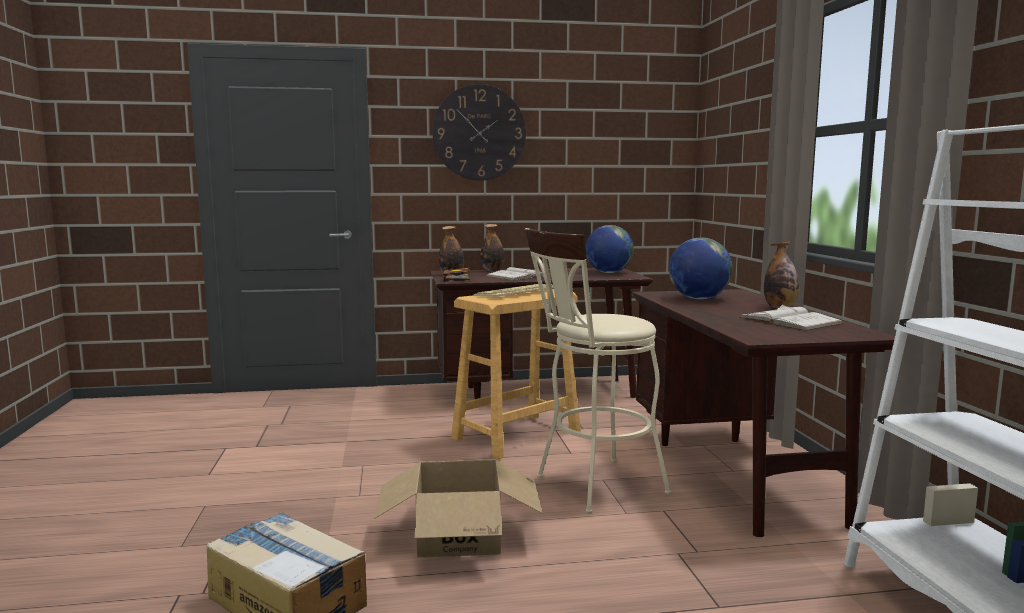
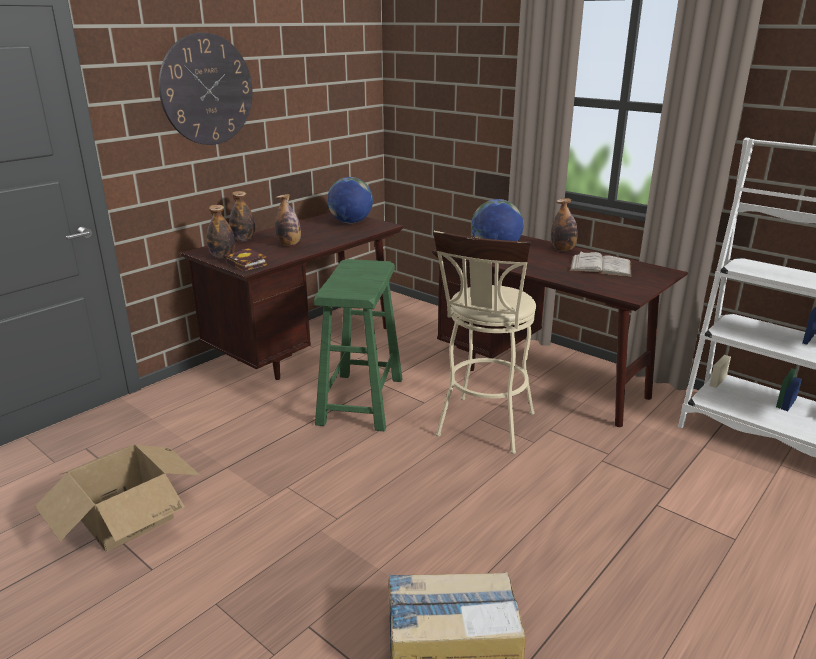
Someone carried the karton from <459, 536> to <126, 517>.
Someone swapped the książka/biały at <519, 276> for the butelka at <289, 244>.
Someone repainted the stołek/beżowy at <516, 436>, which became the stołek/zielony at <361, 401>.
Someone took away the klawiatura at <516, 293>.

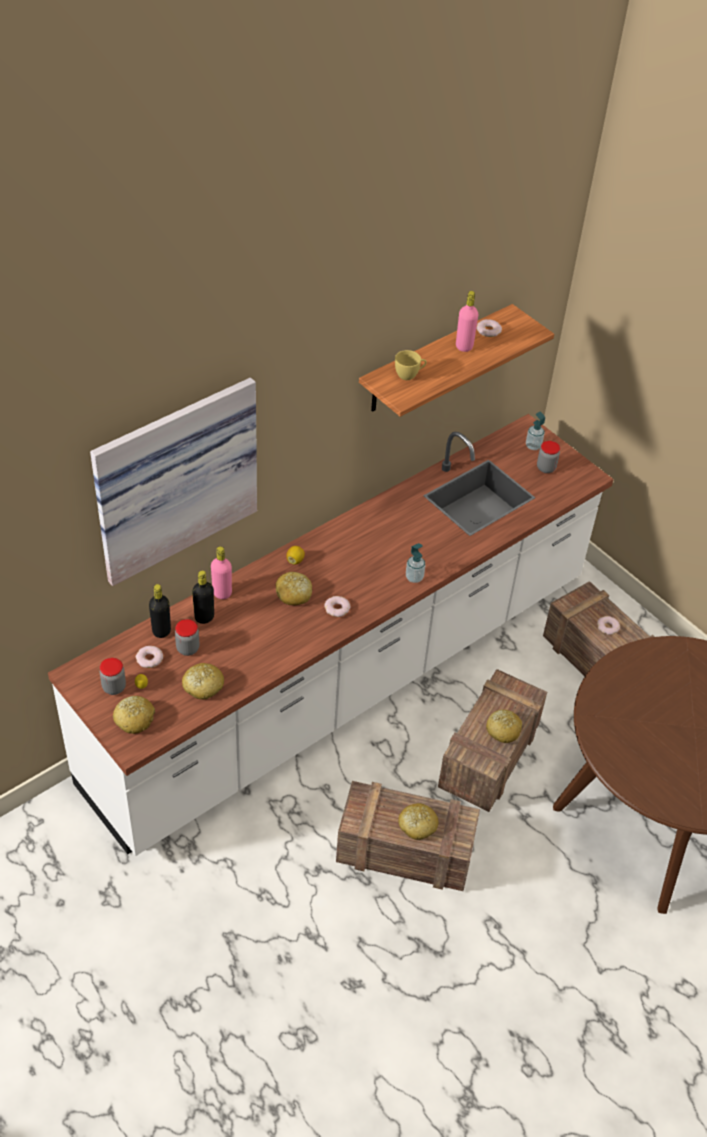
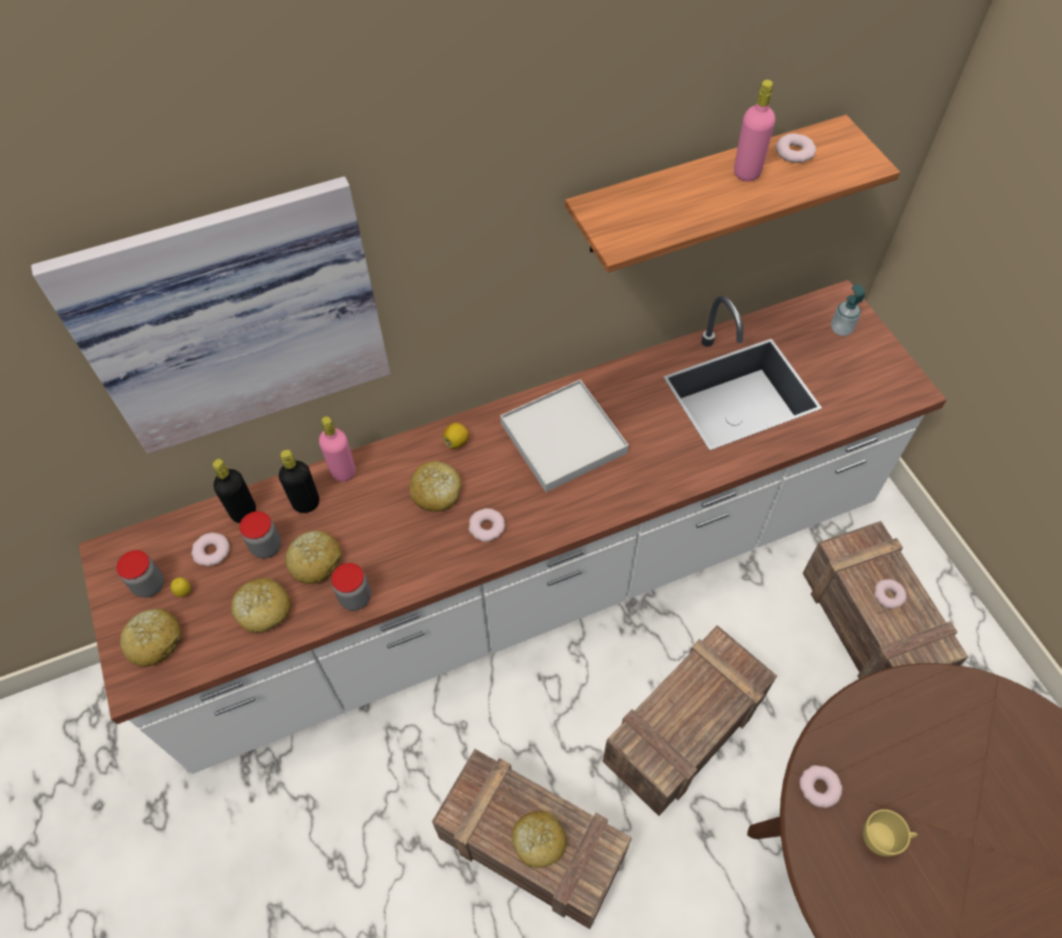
Someone carried the chleb from <503, 730> to <315, 561>.
Someone carried the słoik from <546, 468> to <355, 598>.
Someone put down the taca/biały at <563, 438>.
Someone put down the donut at <819, 787>.
Someone carried the filiżanka/żółty from <409, 375> to <882, 839>.
Someone took away the dozownik mydła at <414, 577>.

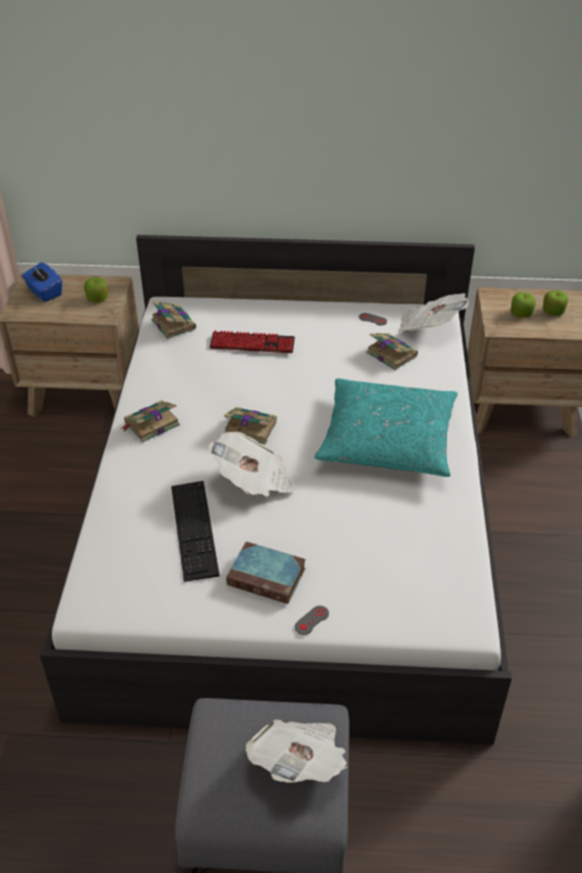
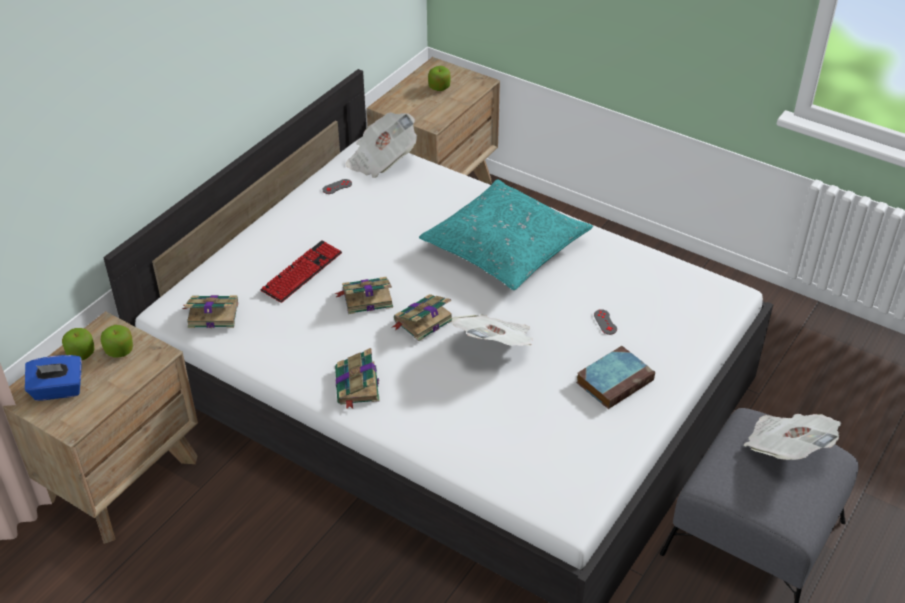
Someone carried the jabłko from <521, 314> to <81, 354>.
Someone carried the książka from <390, 354> to <366, 298>.
Someone carried the pad do gier/szary from <311, 620> to <605, 322>.
Someone took away the klawiatura at <194, 529>.

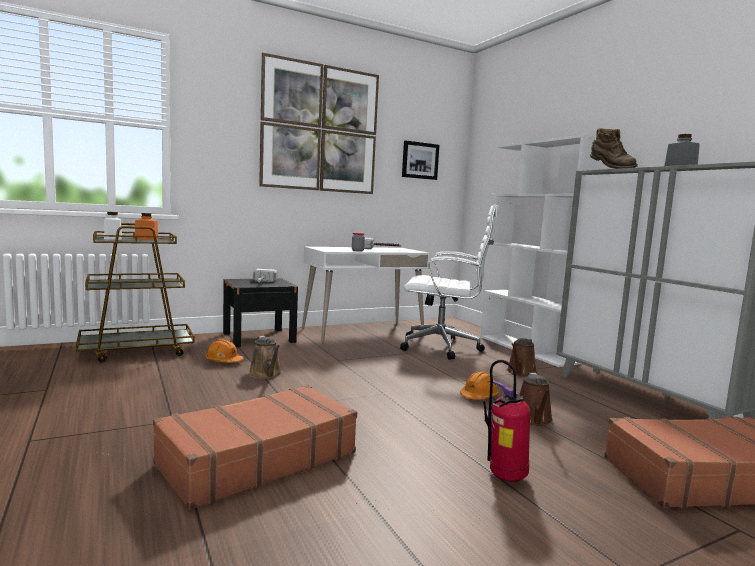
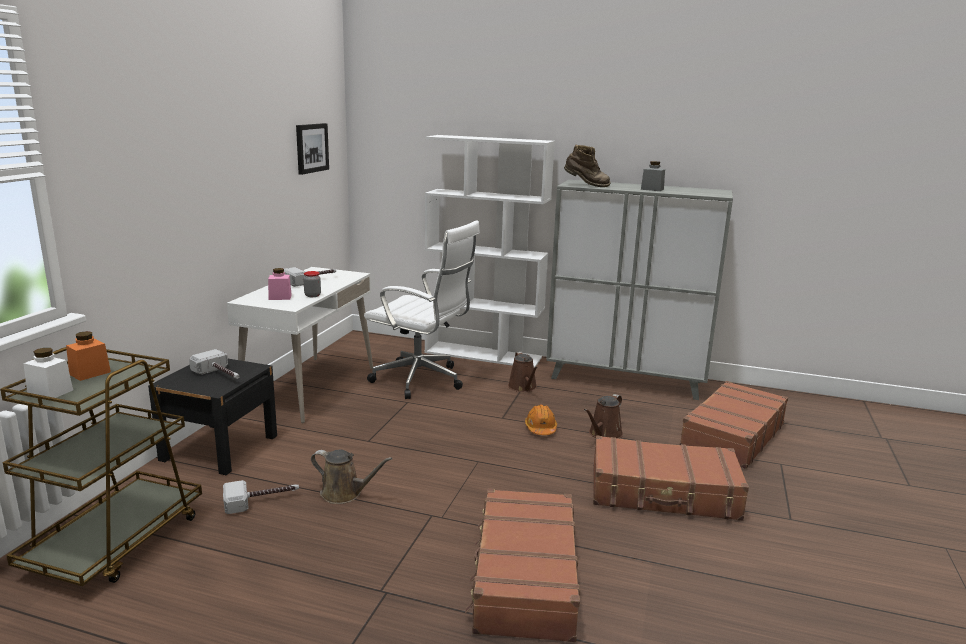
Someone swapped the kask/pomarańczowy at <223, 361> for the młotek at <262, 500>.
Someone put down the słoik/różowy at <280, 297>.
Someone rotated the krzesło biurowe/biały at <444, 347> by 60 degrees clockwise.
Someone rotated the konewka/brązowy at <533, 419> by 75 degrees clockwise.
Someone swapped the gaśnica at <504, 477> for the walizka/brązowy at <664, 493>.
Someone took away the obraz at <320, 129>.

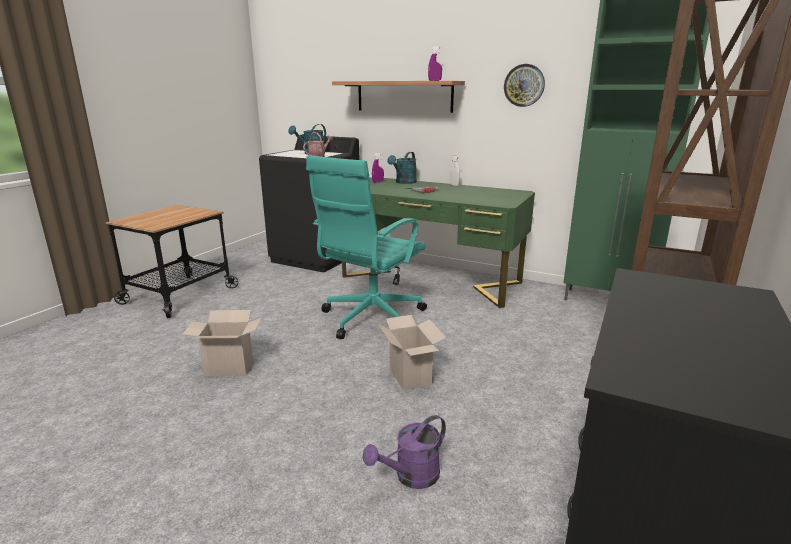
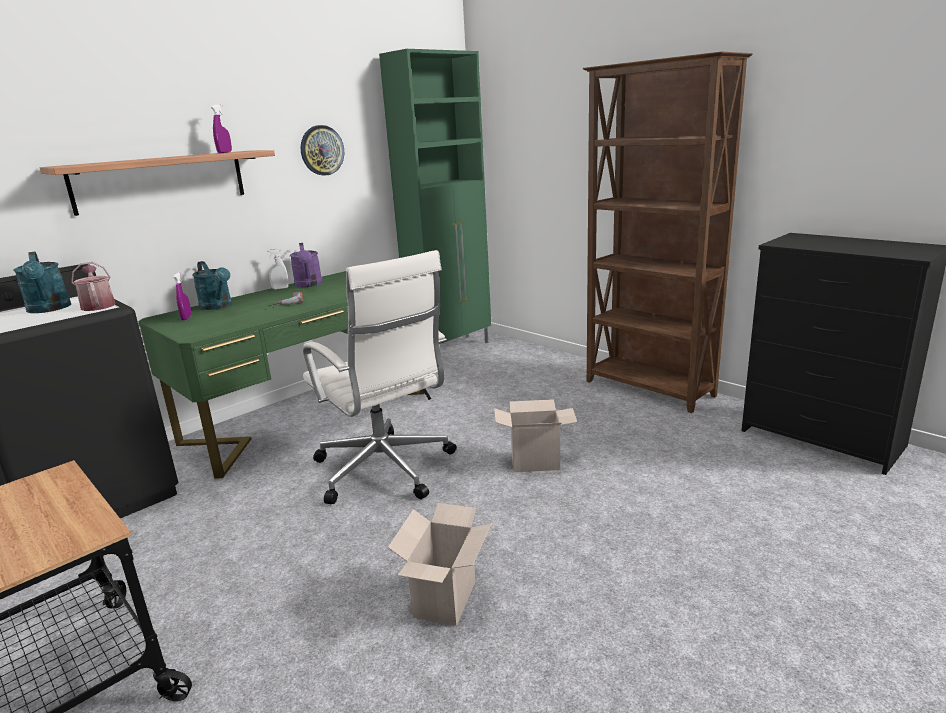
Someone carried the konewka/fioletowy from <411, 477> to <309, 285>.
Someone repainted the krzesło biurowe/turkusowy at <370, 319>, which became the krzesło biurowe/biały at <385, 470>.

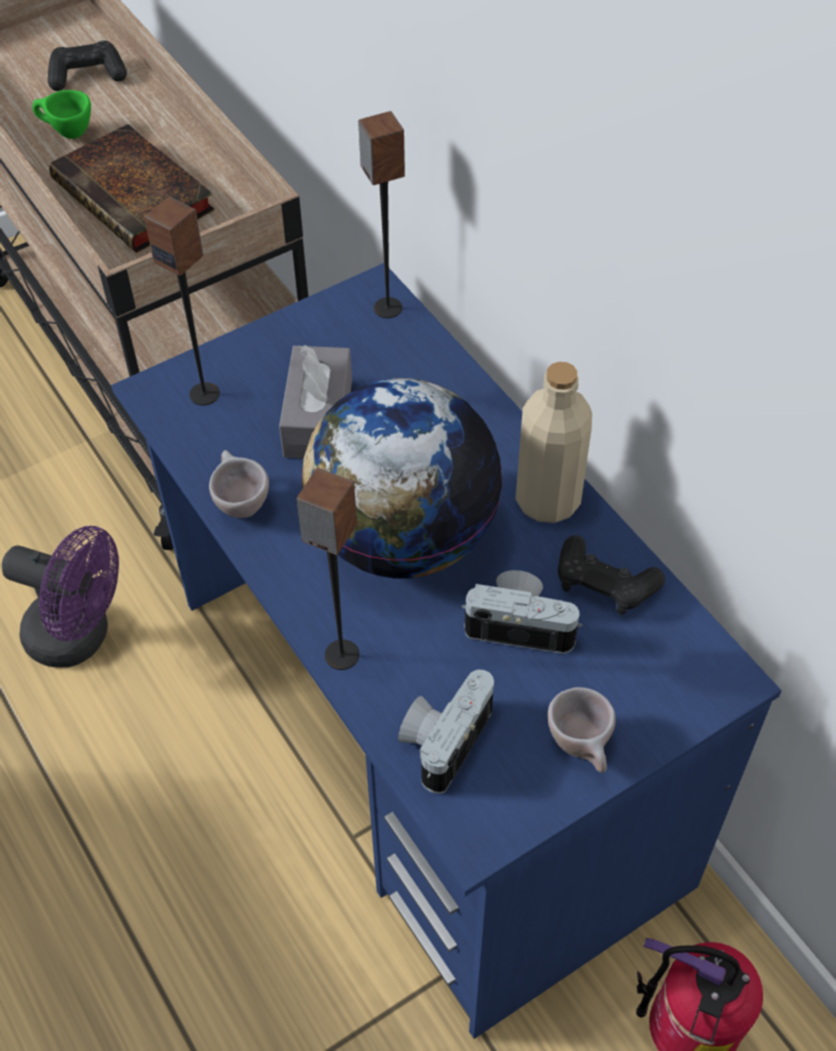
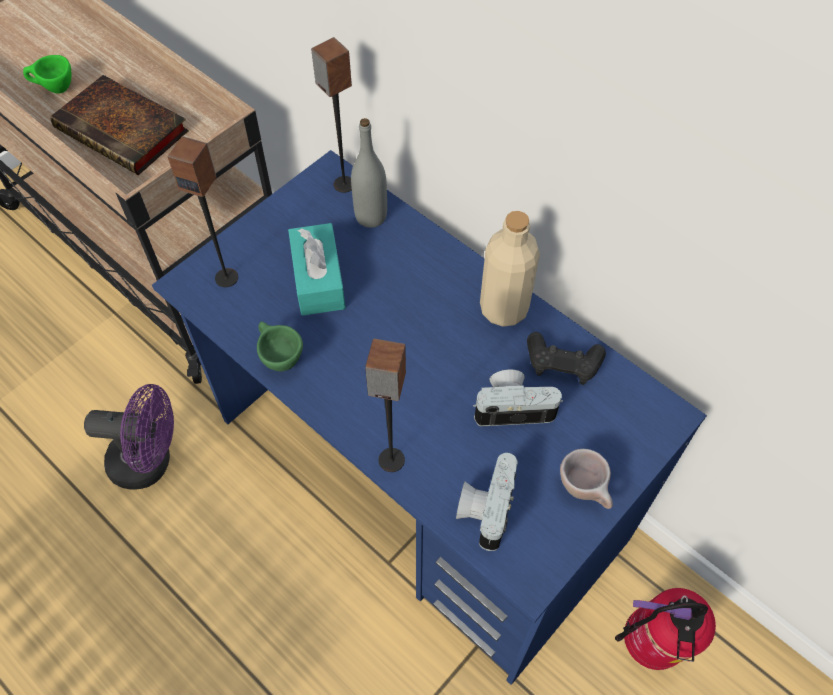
Someone repainted the filiżanka/beżowy at <239, 503>, which became the filiżanka/zielony at <279, 358>.
Someone repainted the pudełko chusteczek/szary at <318, 418>, which became the pudełko chusteczek/turkusowy at <318, 279>.
Someone put down the butelka/szary at <371, 216>.
Someone took away the pad do gier/czarny at <87, 76>.
Someone took away the globus at <402, 537>.

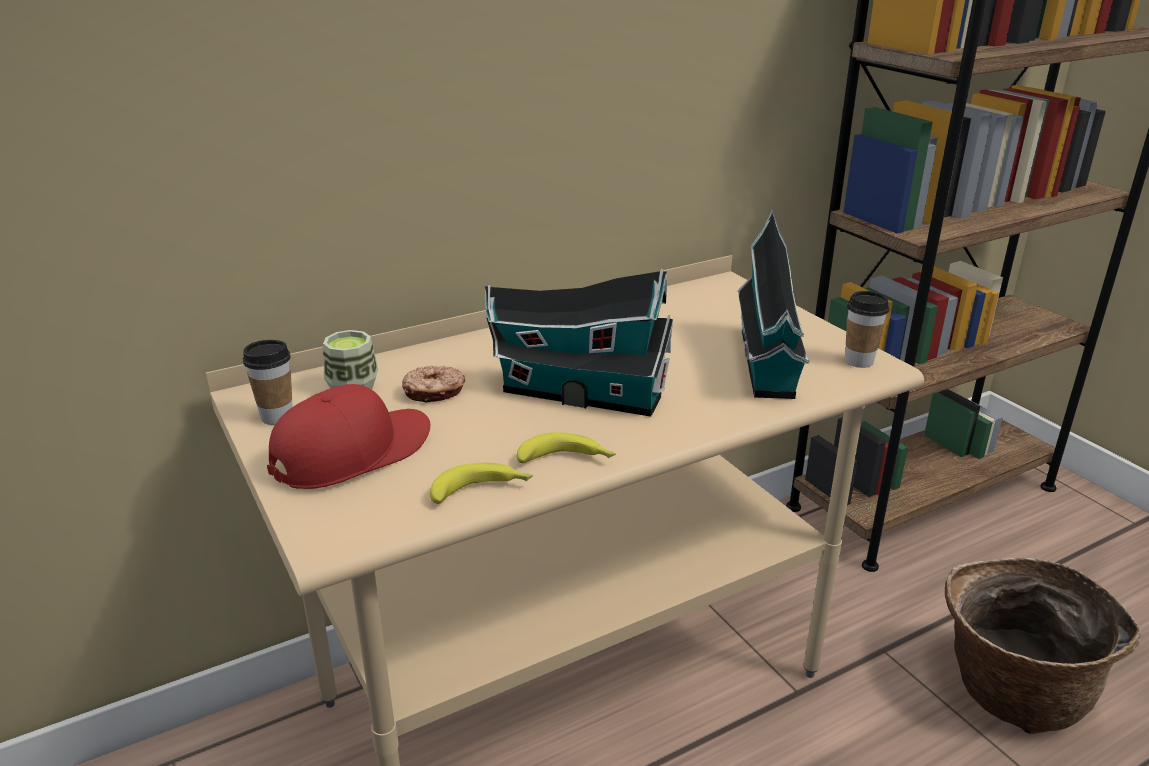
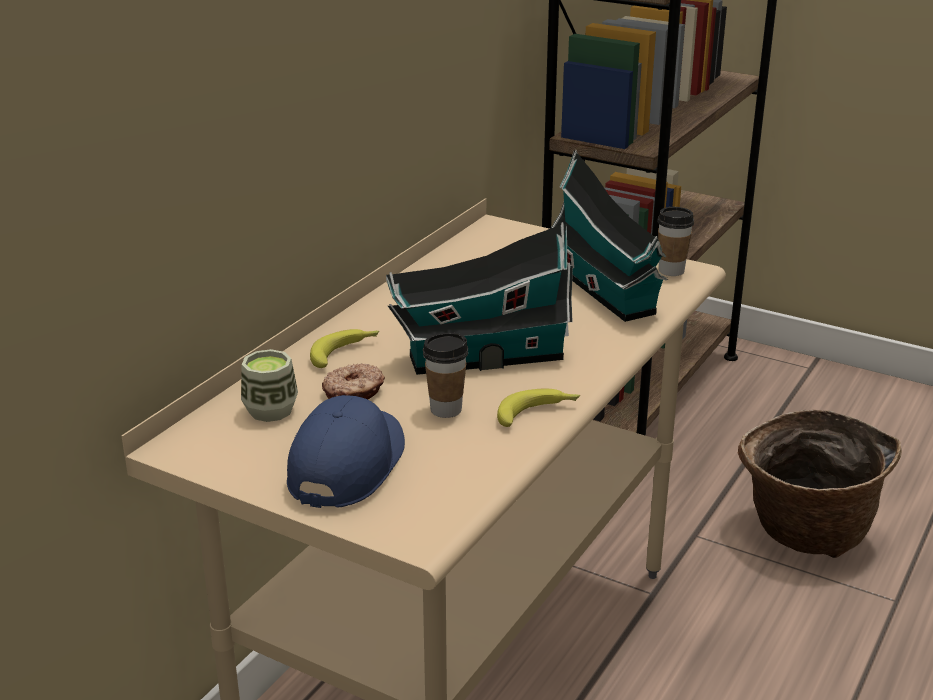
Someone repainted the czapka z daszkiem/czerwony at <352, 452>, which became the czapka z daszkiem/niebieski at <347, 464>.
Someone carried the banan from <482, 491> to <345, 353>.
Someone carried the filiżanka from <277, 417> to <446, 409>.

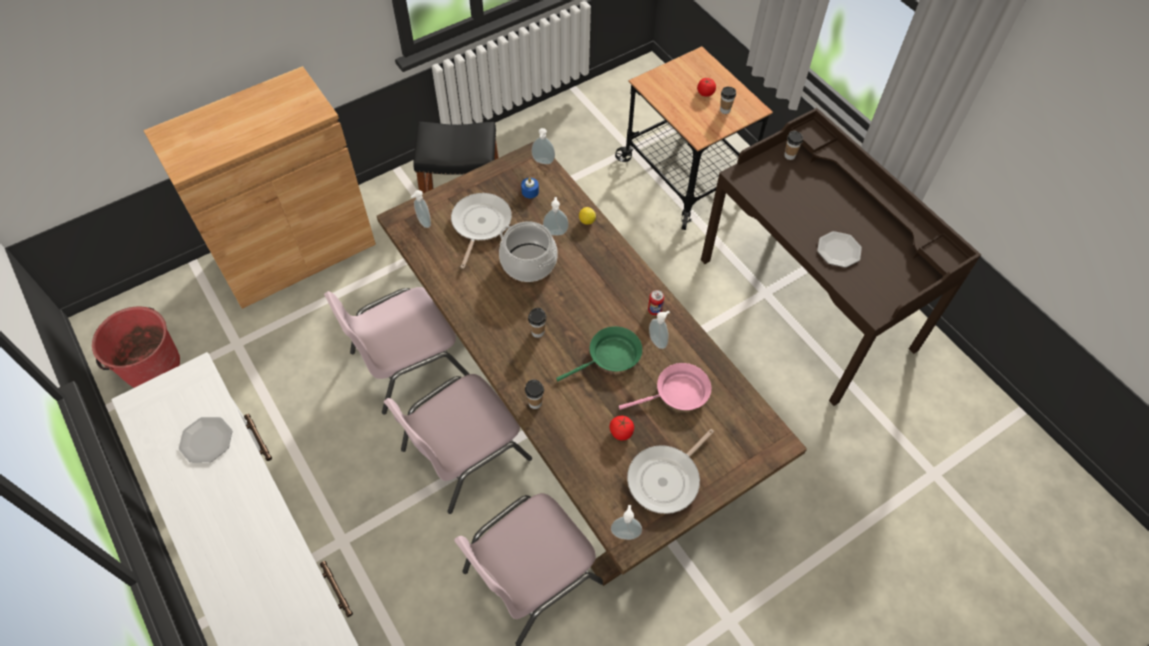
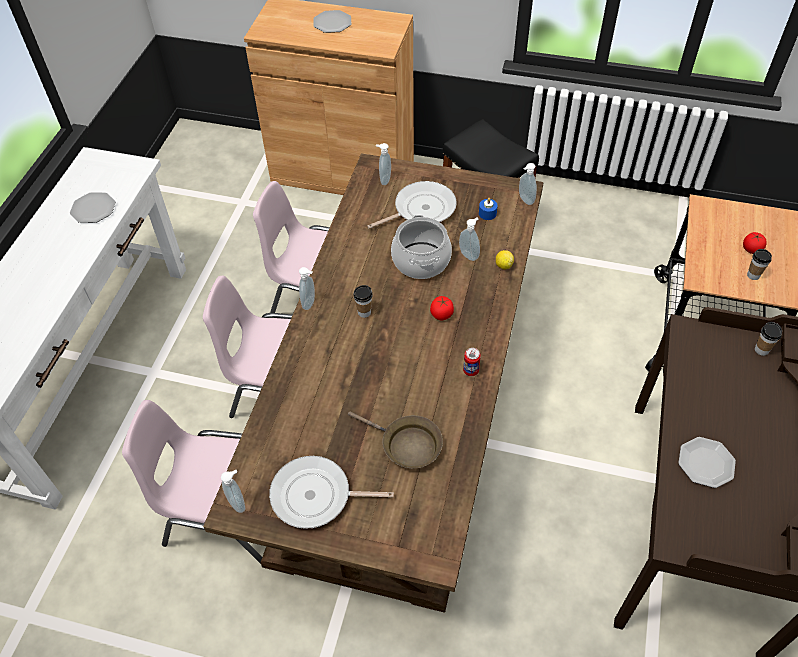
Someone carried the dozownik mydła from <658, 341> to <310, 303>.
Someone put down the talerz at <332, 23>.
Someone repainted the patelnia/różowy at <677, 393>, which became the patelnia/brązowy at <407, 445>.
Someone carried the pomidor from <621, 432> to <441, 314>.
Someone took away the wiadro/czerwony at <151, 366>.
Someone took away the filiżanka at <535, 403>.
Someone took away the patelnia/zielony at <610, 357>.

